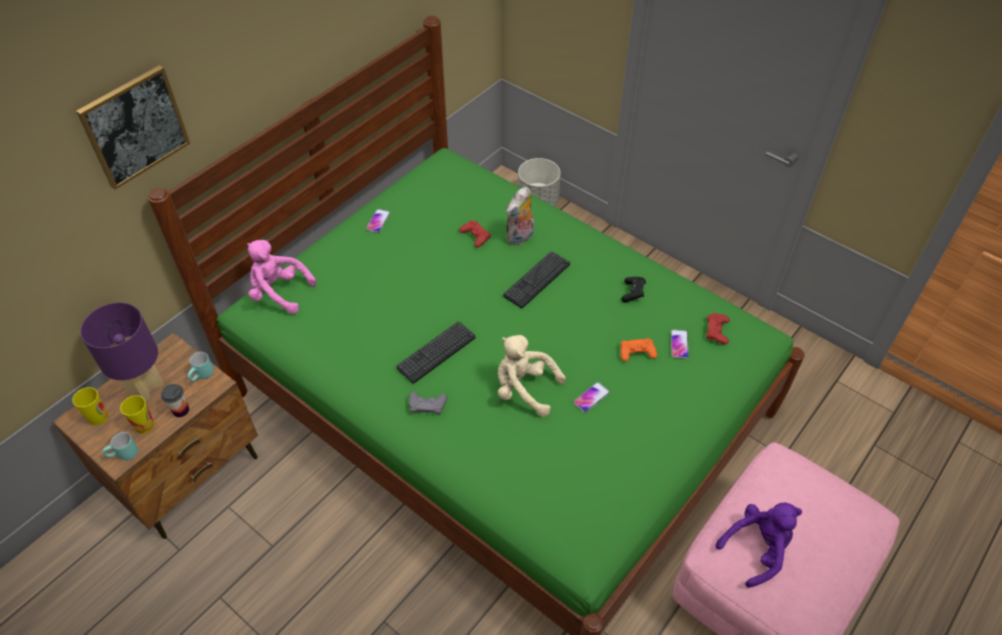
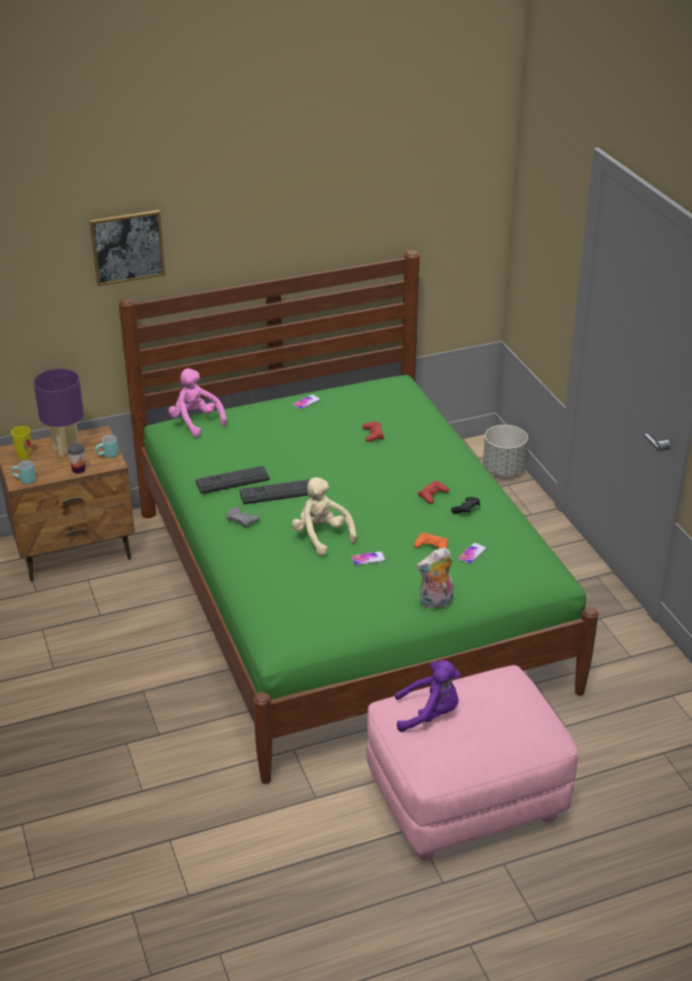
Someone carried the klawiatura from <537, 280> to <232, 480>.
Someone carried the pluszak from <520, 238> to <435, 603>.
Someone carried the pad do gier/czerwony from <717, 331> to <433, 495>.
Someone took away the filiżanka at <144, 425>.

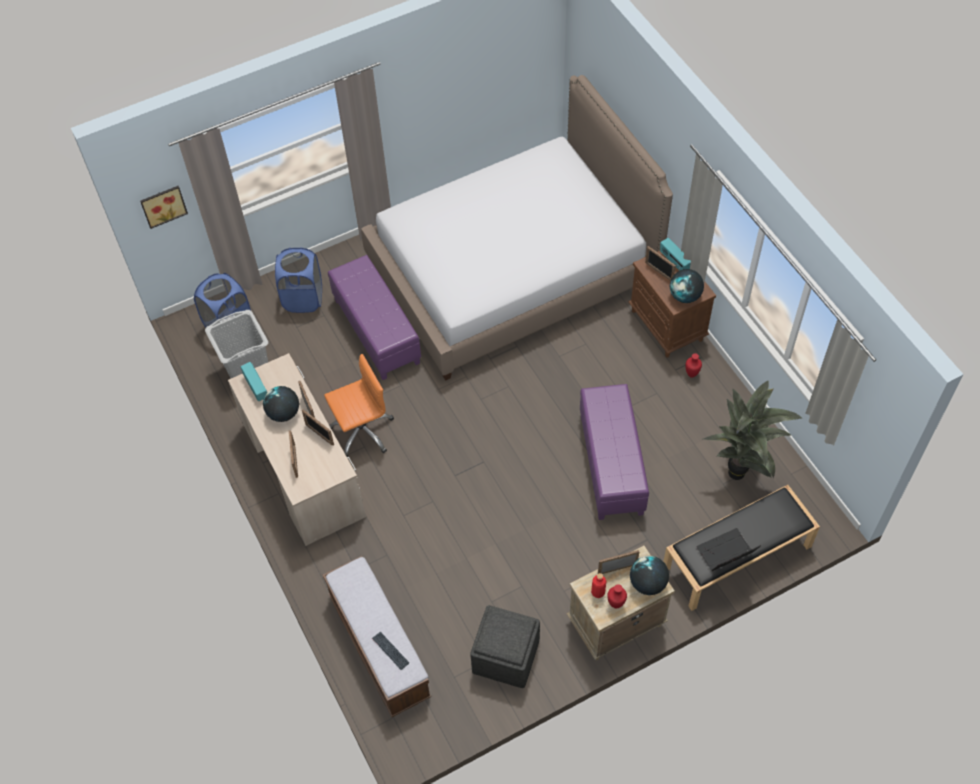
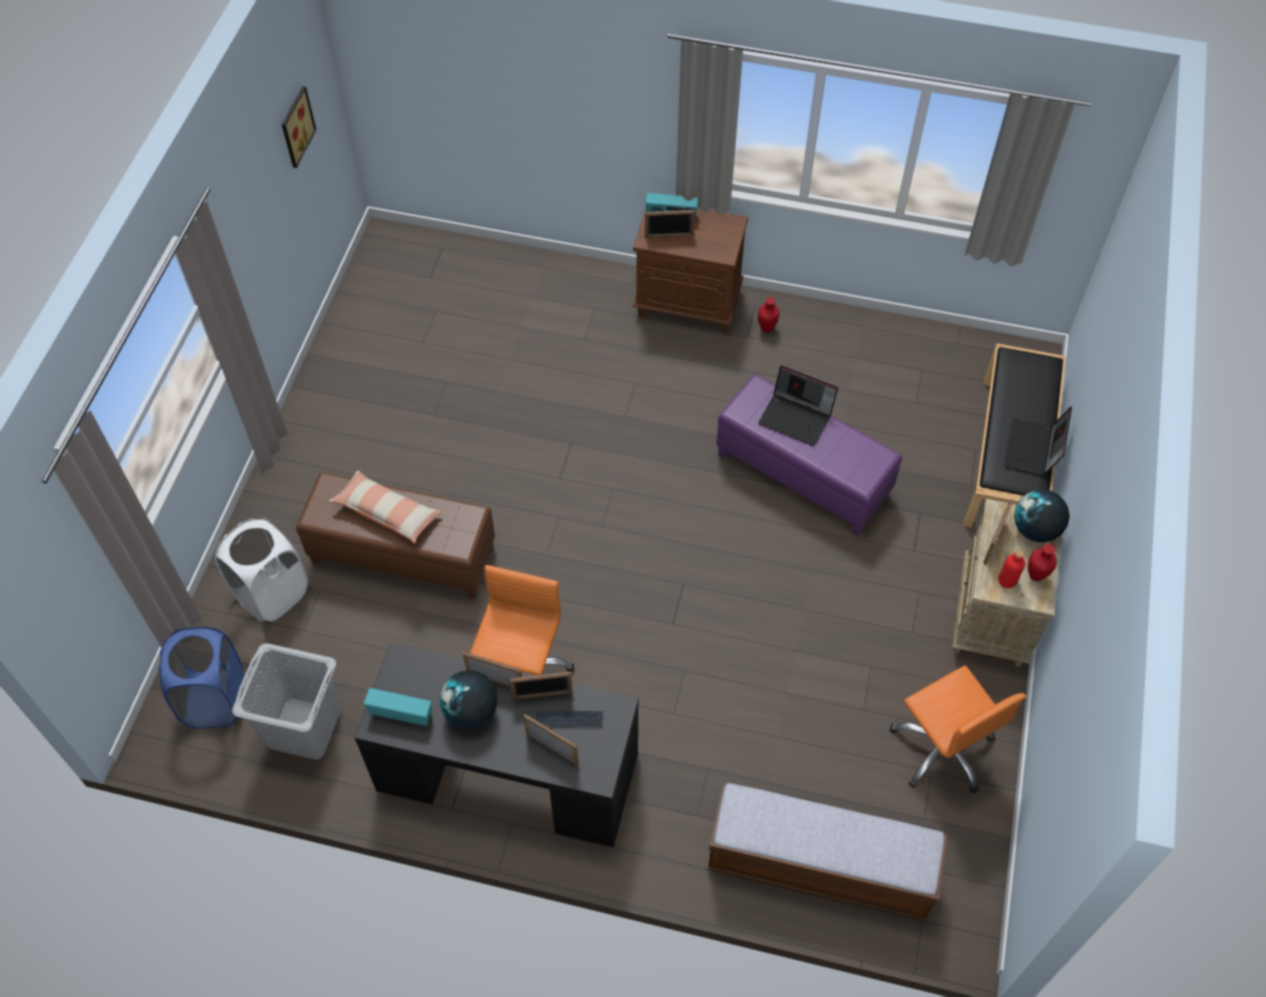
Someone repainted the kosz na pranie/niebieski at <303, 299>, which became the kosz na pranie/biały at <272, 593>.
Someone carried the obraz from <163, 205> to <295, 126>.
Someone repainted the pufa/fioletowy at <377, 331>, which became the pufa/brązowy at <404, 554>.
Someone put down the poduszka at <387, 513>.
Someone repainted the biurko/beżowy at <303, 469>, which became the biurko/czarny at <507, 770>.
Someone carried the klawiatura from <390, 651> to <569, 719>.
Someone put down the laptop at <797, 417>.
Someone swapped the pufa/szary at <505, 656> for the krzesło biurowe/pomarańczowy at <942, 748>.
Someone took away the łóżko at <512, 271>.
Someone took away the globus at <685, 296>.
Someone took away the roślina doniczkowa at <740, 473>.

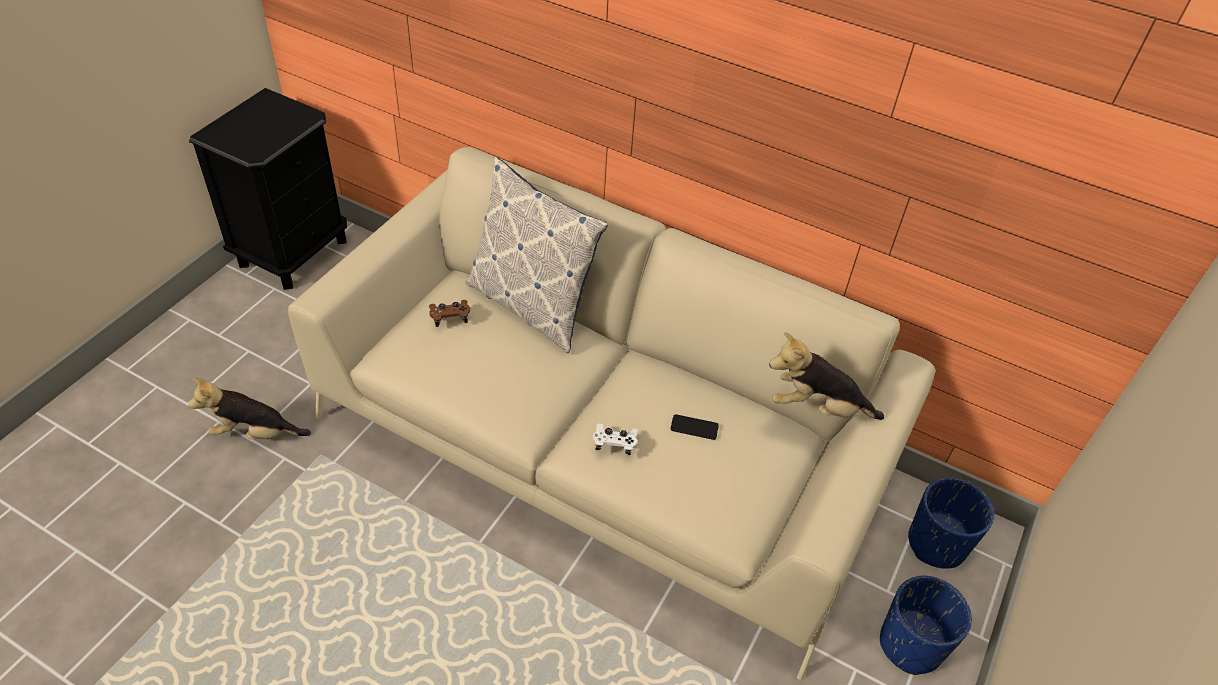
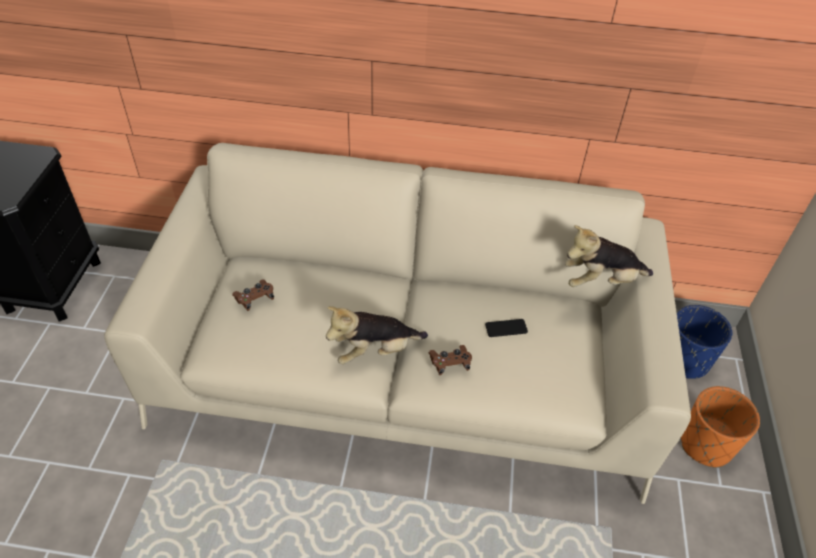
Someone carried the pluszak from <255, 433> to <375, 351>.
Someone repainted the pad do gier/biały at <614, 444>, which became the pad do gier/brązowy at <450, 364>.
Someone repainted the donica/niebieski at <910, 645>, which became the donica/pomarańczowy at <706, 445>.
Someone took away the poduszka at <531, 305>.

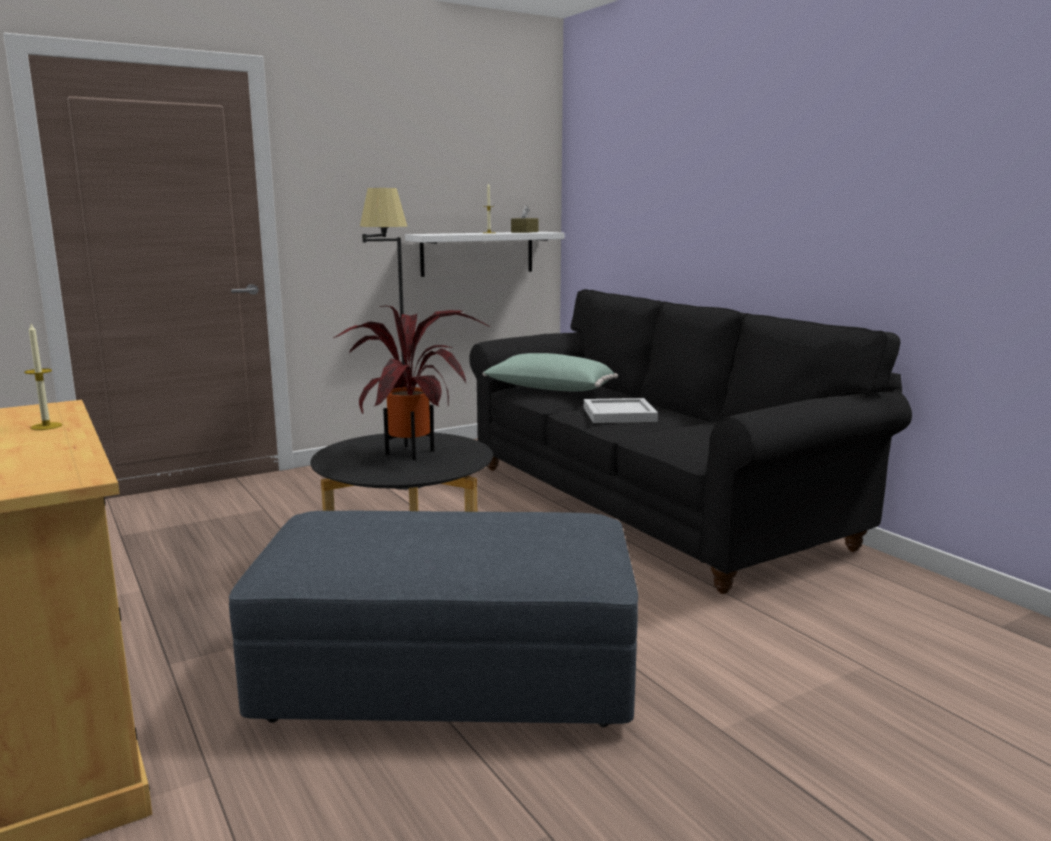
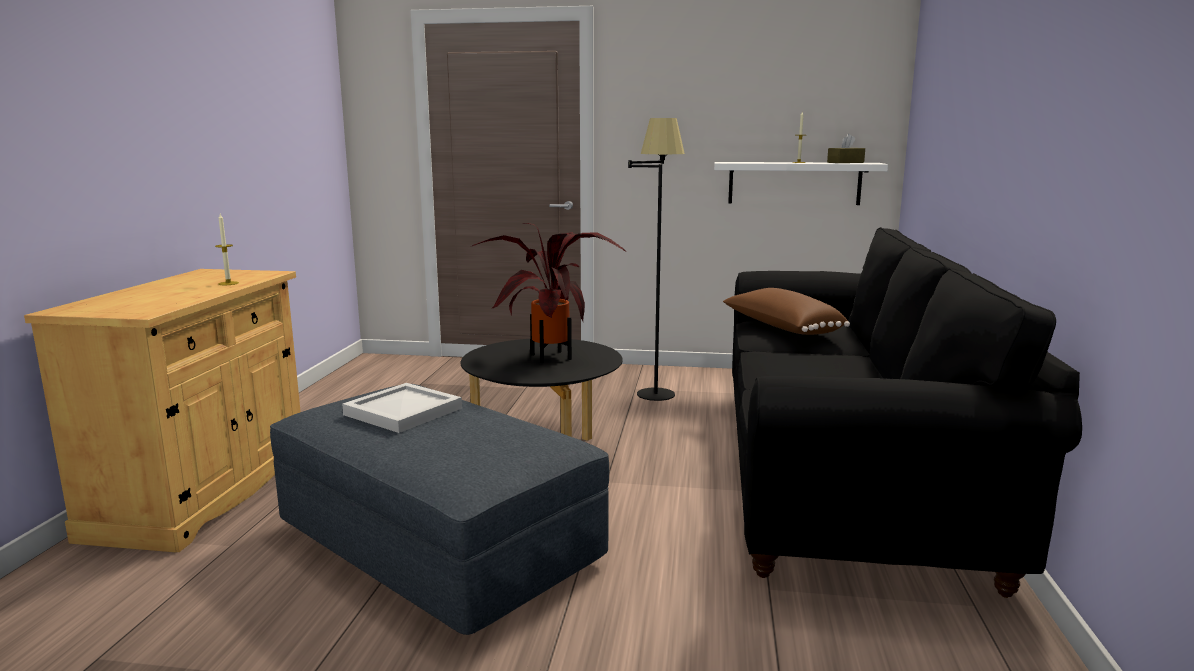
Someone carried the taca/biały from <618, 414> to <401, 411>.
Someone repainted the poduszka/zielony at <549, 390>, which became the poduszka/brązowy at <781, 328>.

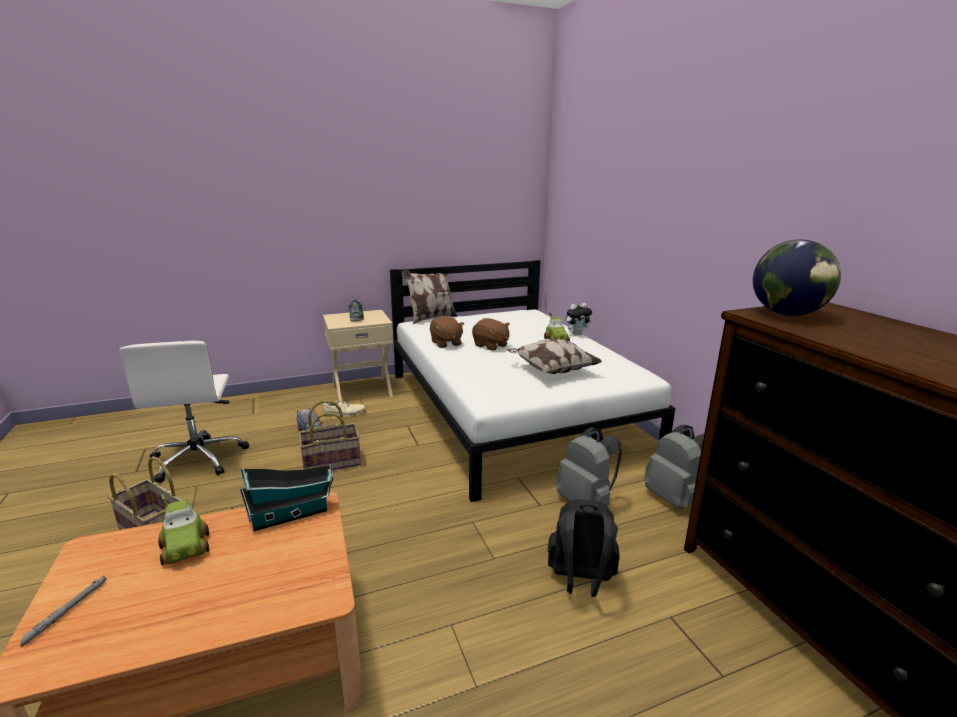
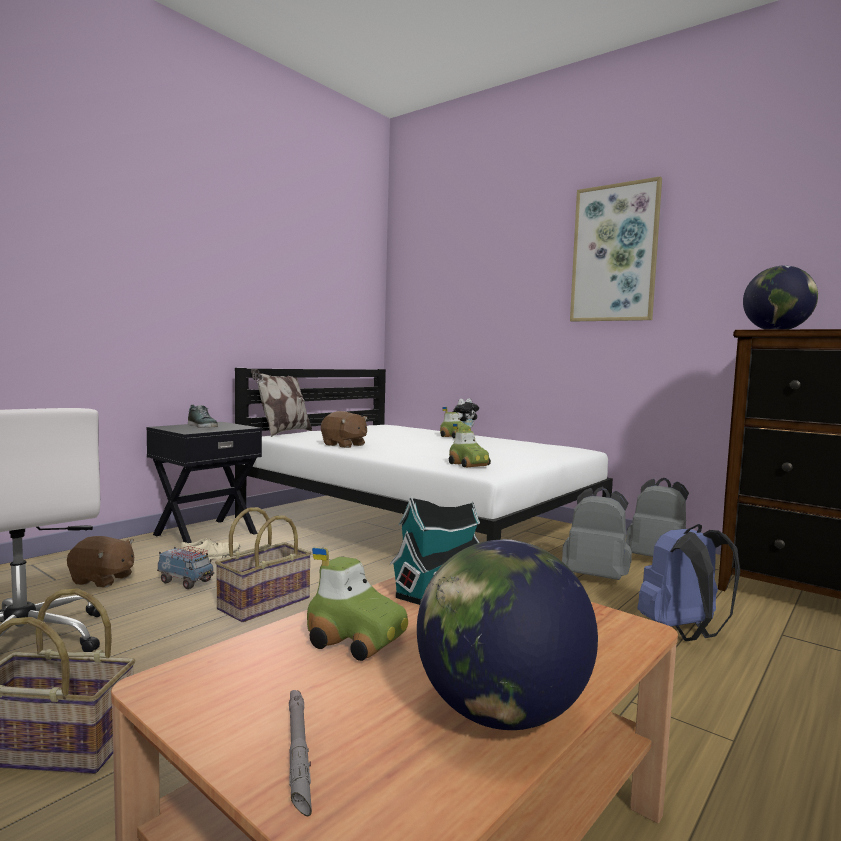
Someone carried the pluszak/brązowy from <490, 345> to <102, 580>.
Someone repainted the szafka nocna/beżowy at <362, 390>, which became the szafka nocna/czarny at <205, 534>.
Someone put down the globus at <501, 714>.
Someone put down the samochodzik at <469, 465>.
Someone put up the obraz at <614, 253>.
Someone repainted the plecak/czarny at <580, 582>, which became the plecak/niebieski at <683, 632>.
Someone took away the poduszka at <551, 370>.

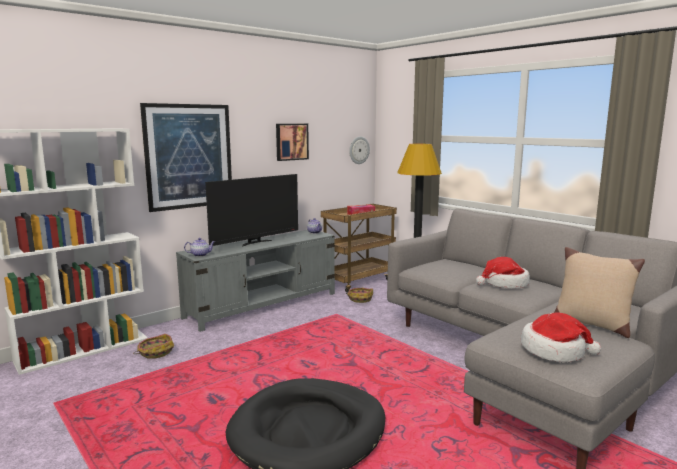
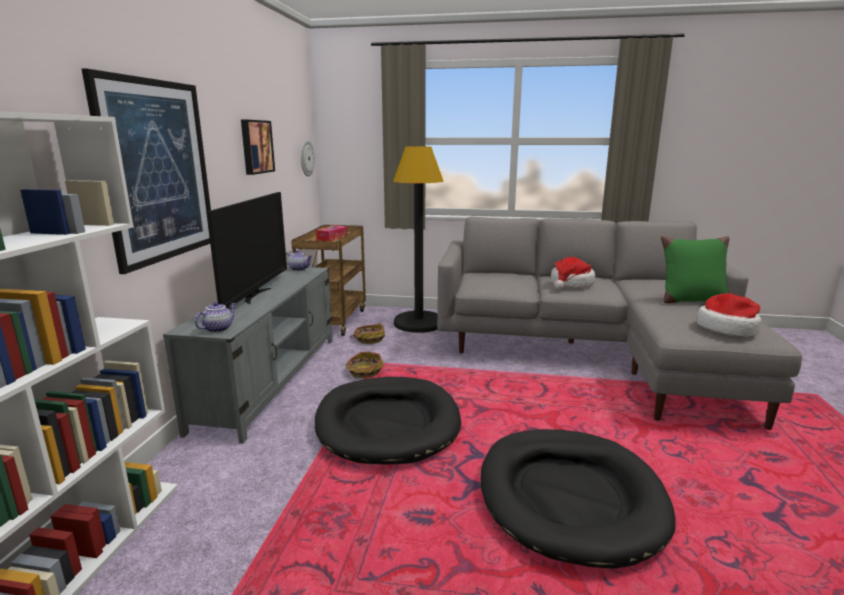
Someone put down the legowisko/czarny at <387, 423>.
Someone carried the koszyk from <155, 352> to <364, 372>.
Someone repainted the poduszka/beżowy at <591, 324>, which became the poduszka/zielony at <690, 301>.

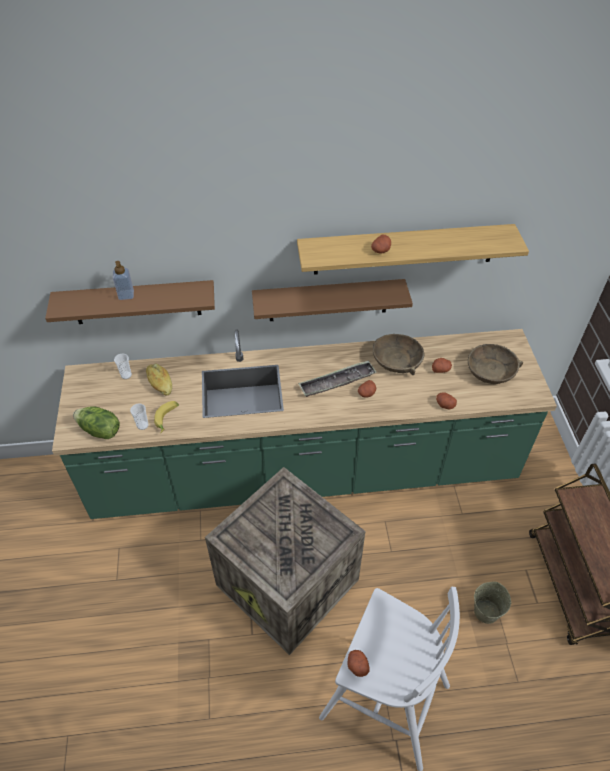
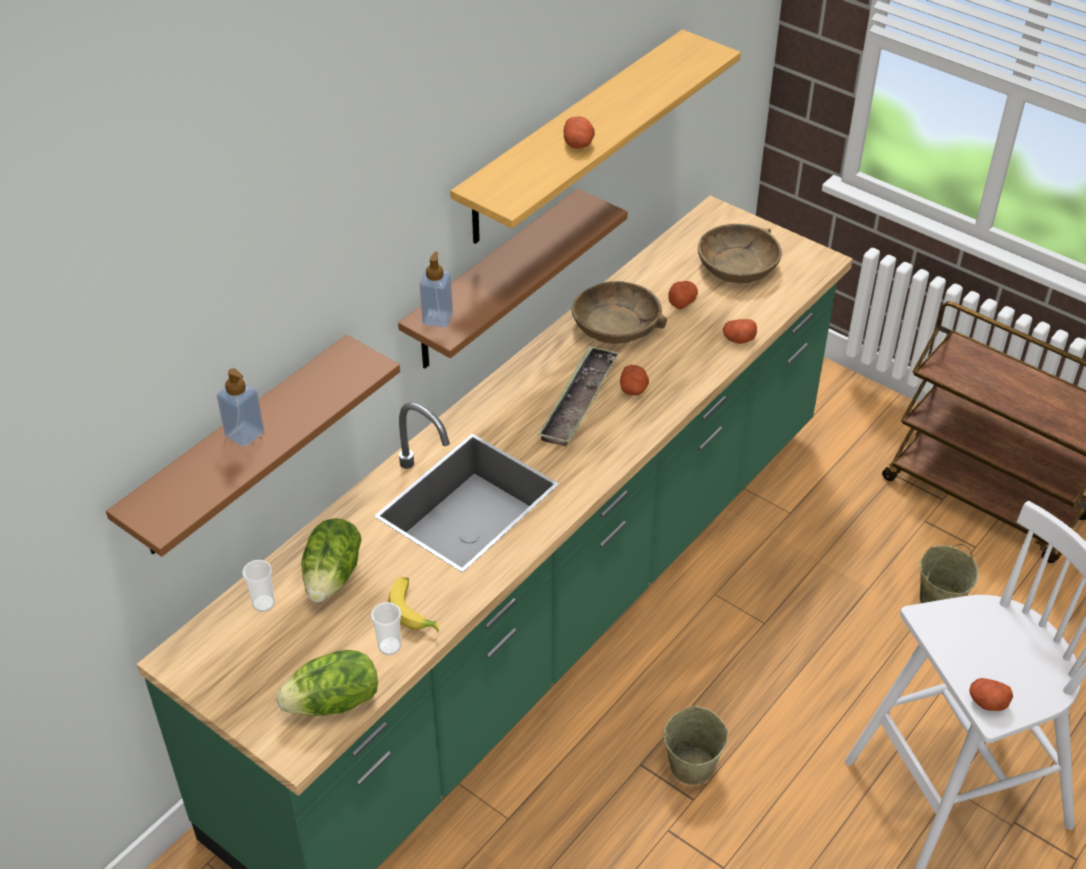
Someone swapped the chleb at <159, 383> for the sałata at <334, 576>.
Someone put down the dozownik mydła at <437, 318>.
Someone swapped the skrzynka at <290, 582> for the wiadro/beżowy at <692, 765>.

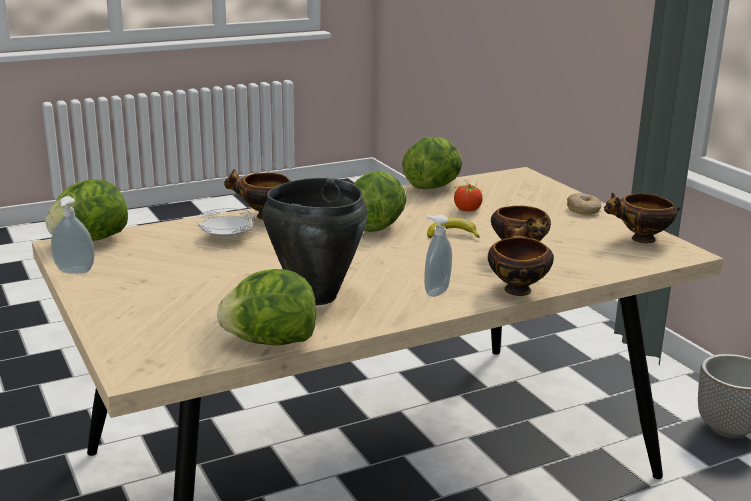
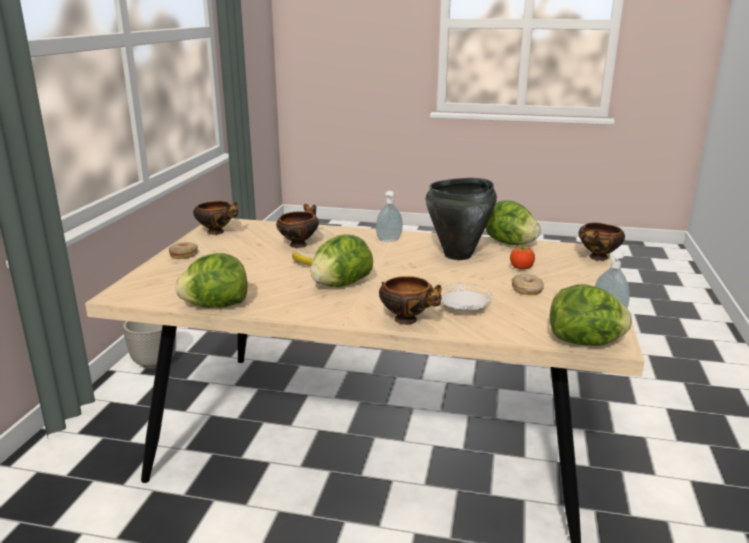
Someone carried the pomidor from <467, 209> to <521, 268>.
Someone put down the donut at <527, 290>.
Someone carried the miska from <516, 289> to <598, 258>.

